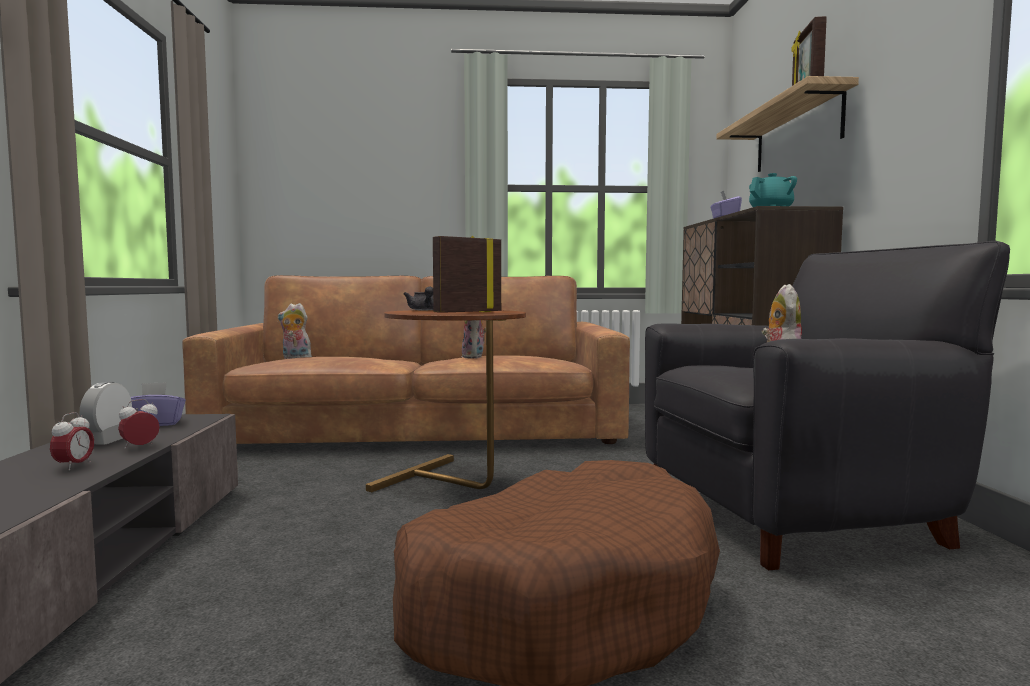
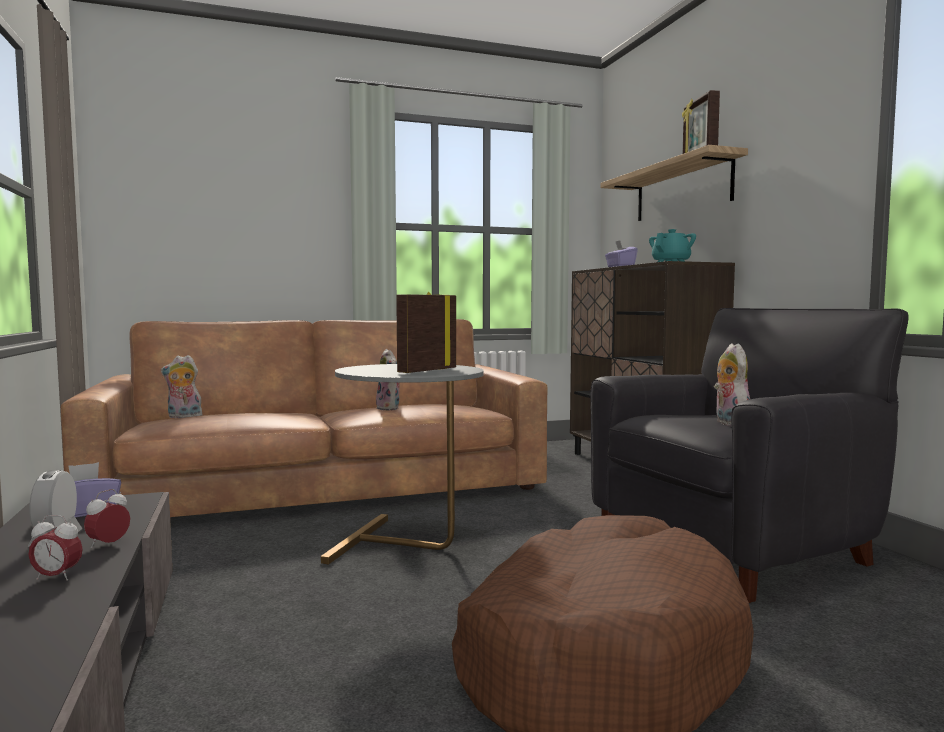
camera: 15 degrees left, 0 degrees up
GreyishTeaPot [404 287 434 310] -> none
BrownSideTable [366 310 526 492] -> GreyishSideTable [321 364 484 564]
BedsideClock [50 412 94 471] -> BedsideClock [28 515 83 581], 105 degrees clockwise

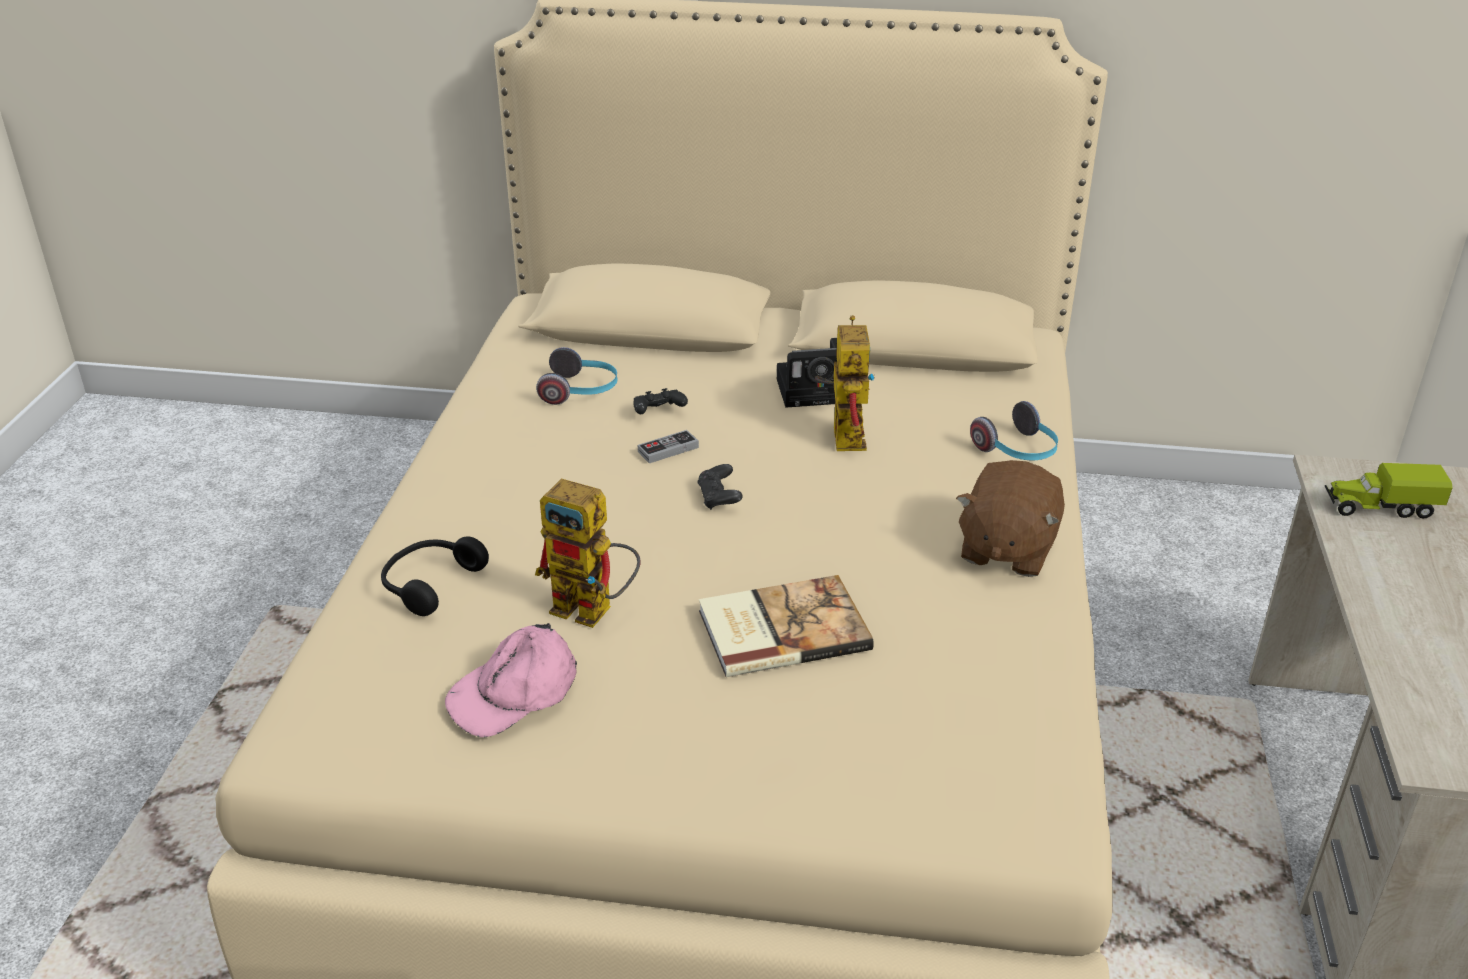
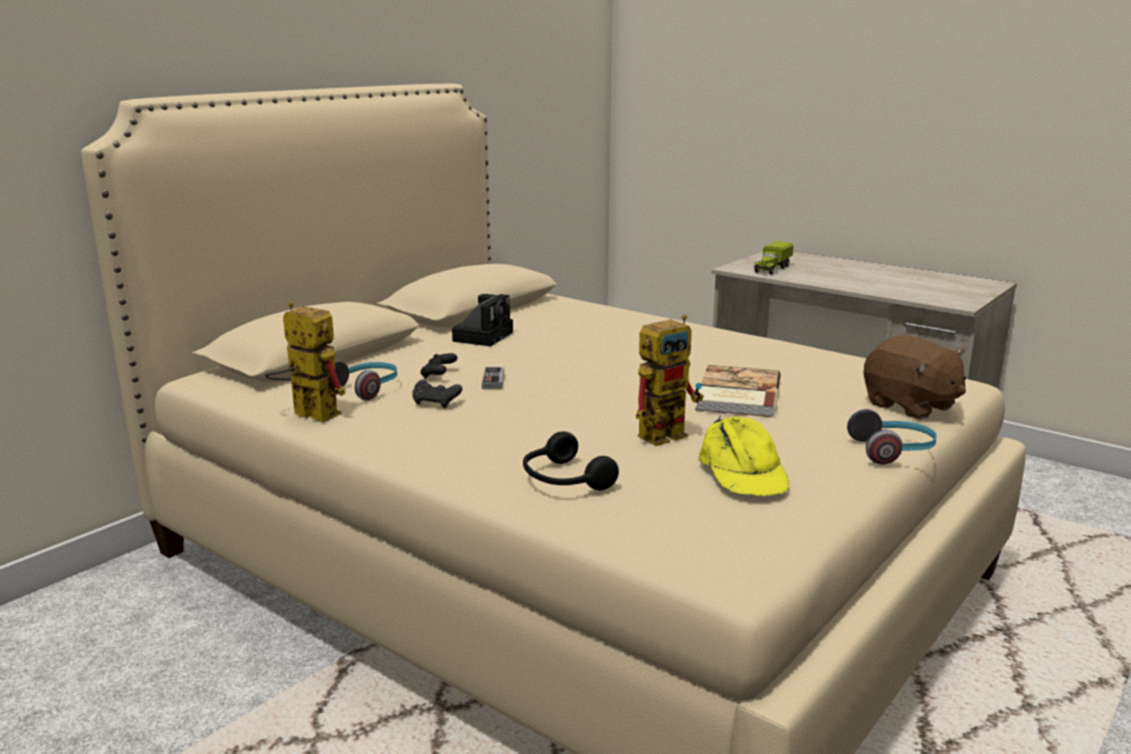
camera: 60 degrees left, 15 degrees down
BlackishGameController [697 464 743 510] -> BlackishGameController [412 380 462 408], moved
RobotFigure [815 315 874 451] -> RobotFigure [265 302 346 423], moved
BrownPlushToy [956 460 1065 577] -> BrownPlushToy [864 335 966 420], moved
Headset [970 401 1058 460] -> Headset [847 409 937 465], moved
PinkishBaseballCap [445 623 577 737] -> YellowColouredBaseballCap [699 416 789 496]

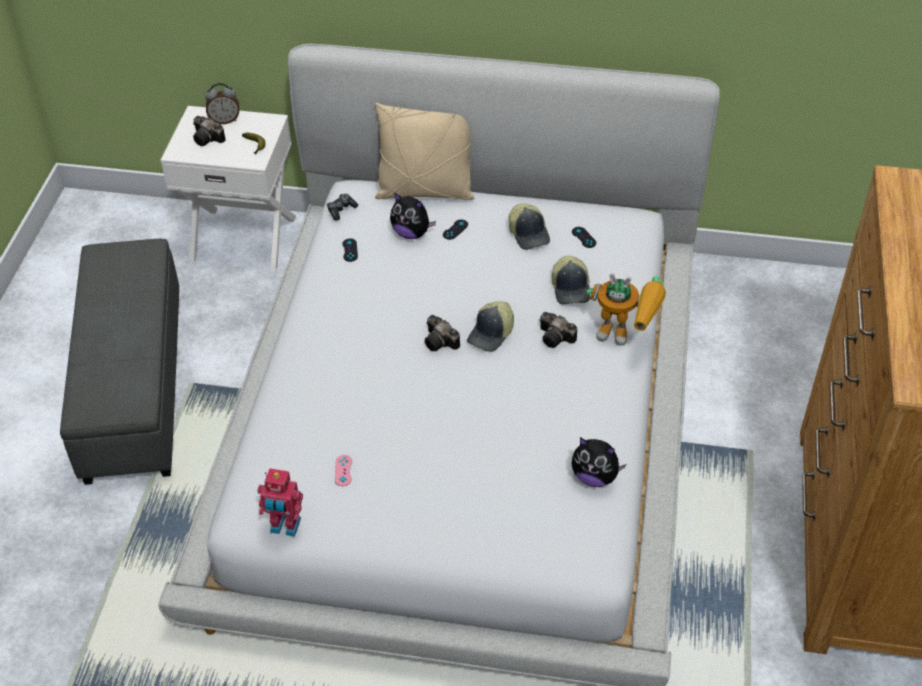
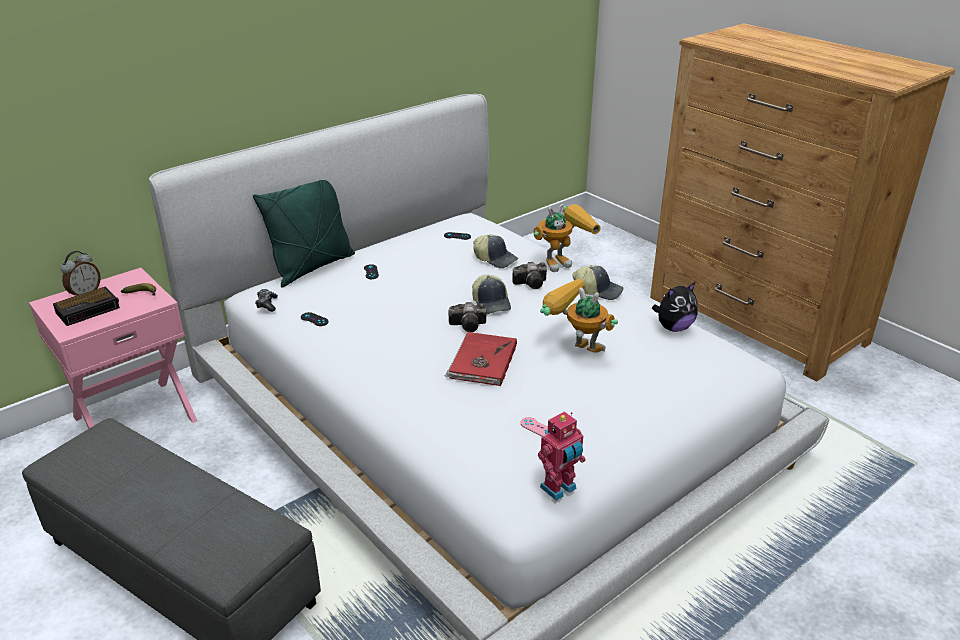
camera: 50 degrees left, 15 degrees down
PlushToy [390 193 436 239] -> none
none -> RedColouredVolume [445 332 517 386]
none -> RobotFigure [540 279 618 353]
BaseballCap [509 203 550 250] -> BaseballCap [573 265 624 300], moved
StillCamera [193 116 226 146] -> BedsideClock [53 287 120 326]
WhitishNightTable [160 106 296 272] -> PinkishNightTable [29 268 197 429]
BeigePillow [375 103 474 200] -> GreenishPillow [253 180 355 287]

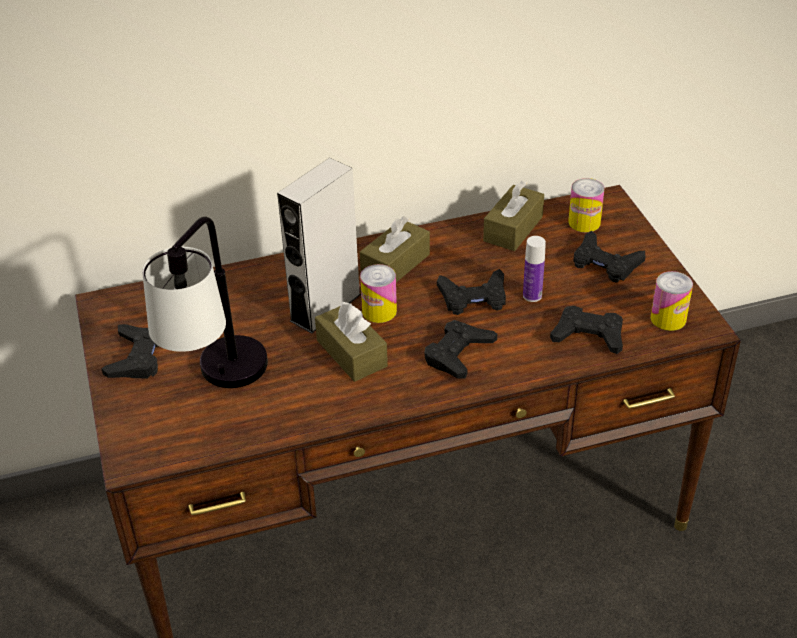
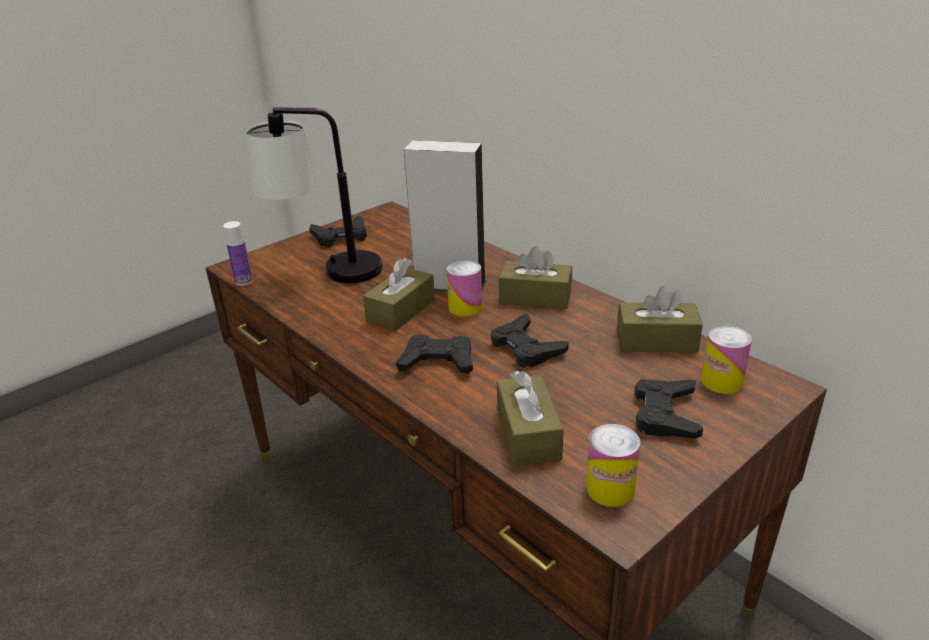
camera: 65 degrees right, 10 degrees down
Bottle [523 236 546 302] -> Bottle [223 221 253 286], moved
BlackishGameController [550 306 623 354] -> BrownBoxOfTissues [497 371 564 466]

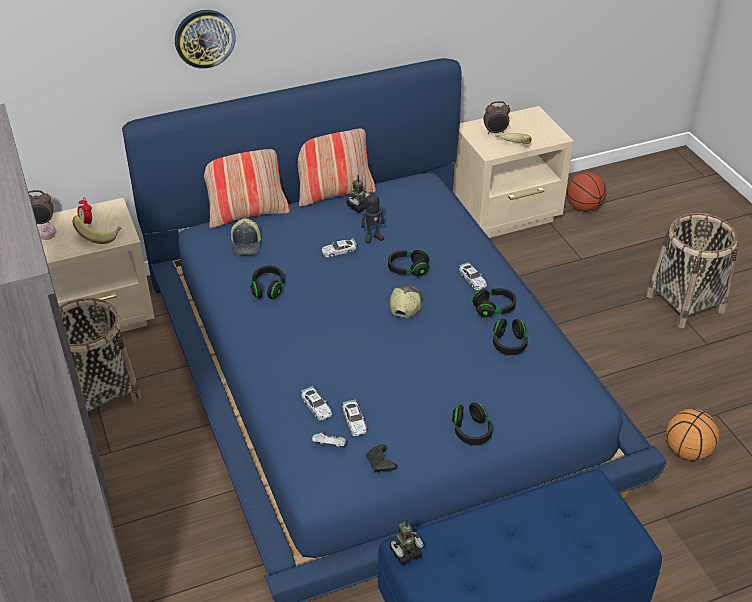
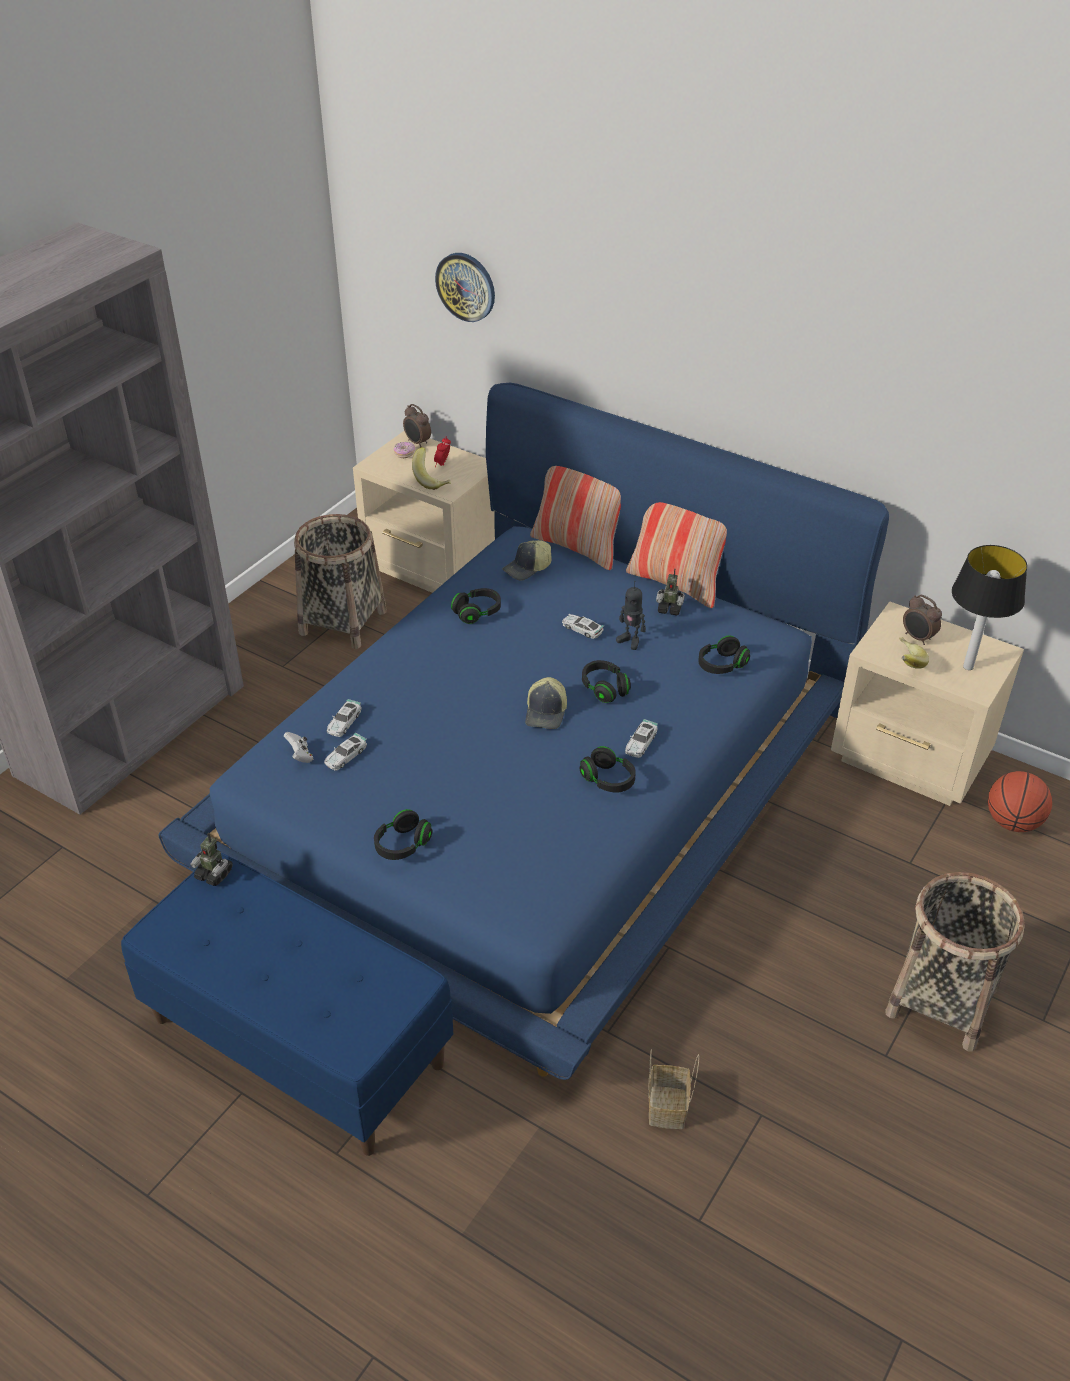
camera: 55 degrees right, 0 degrees up
BlackishGameController [366 445 397 472] -> none
none -> LampForATable [952 545 1027 670]
WallClock [175 10 236 69] -> WallClock [435 253 495 322], moved
BlackishHeadset [493 318 528 355] -> BlackishHeadset [698 636 750 674], moved
BasketballBall [666 409 720 460] -> Basket [648 1049 699 1129]
BaseballCap [390 286 424 318] -> BaseballCap [525 677 567 729], 120 degrees clockwise

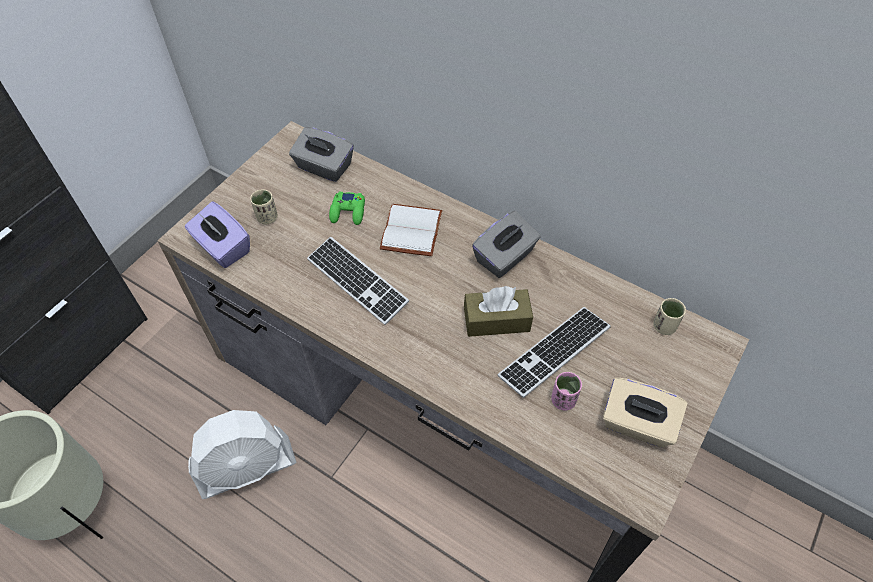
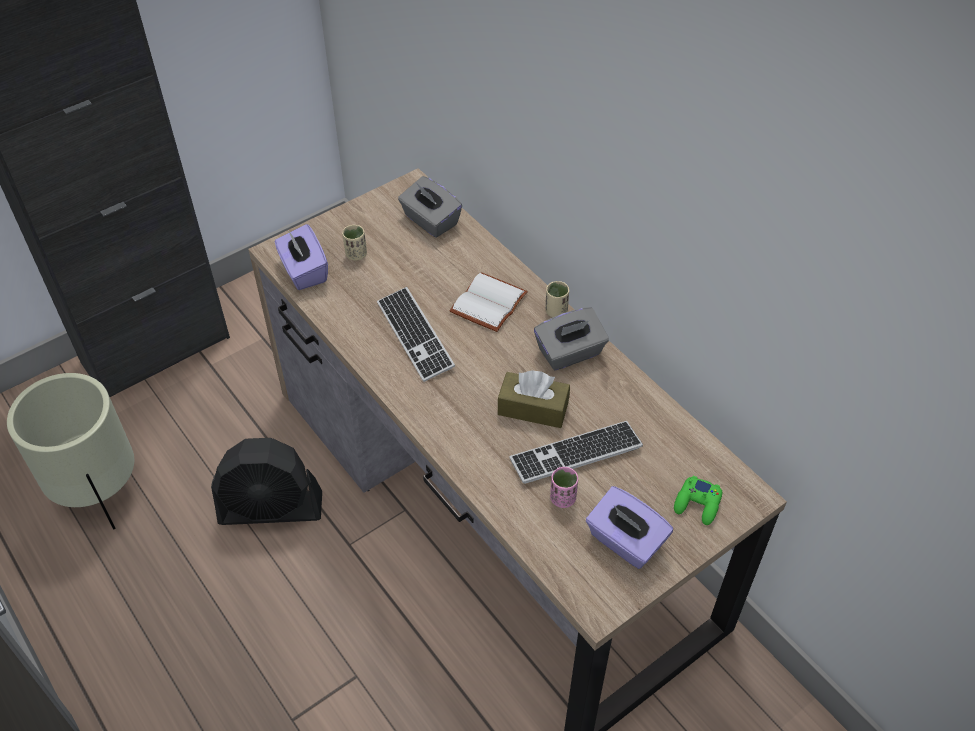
camera: 20 degrees right, 5 degrees down
GreenishGameController [329 192 365 225] -> GreenishGameController [674 476 722 525], moved
BeigeDrinkingCup [653 298 686 335] -> BeigeDrinkingCup [545 281 569 317], moved
WhitishElectricFan [188 410 297 499] -> BlackishElectricFan [211 438 322 525]
BeigeBoxOfTissues [603 377 687 447] -> PurpleColouredBoxOfTissues [586 486 673 569]

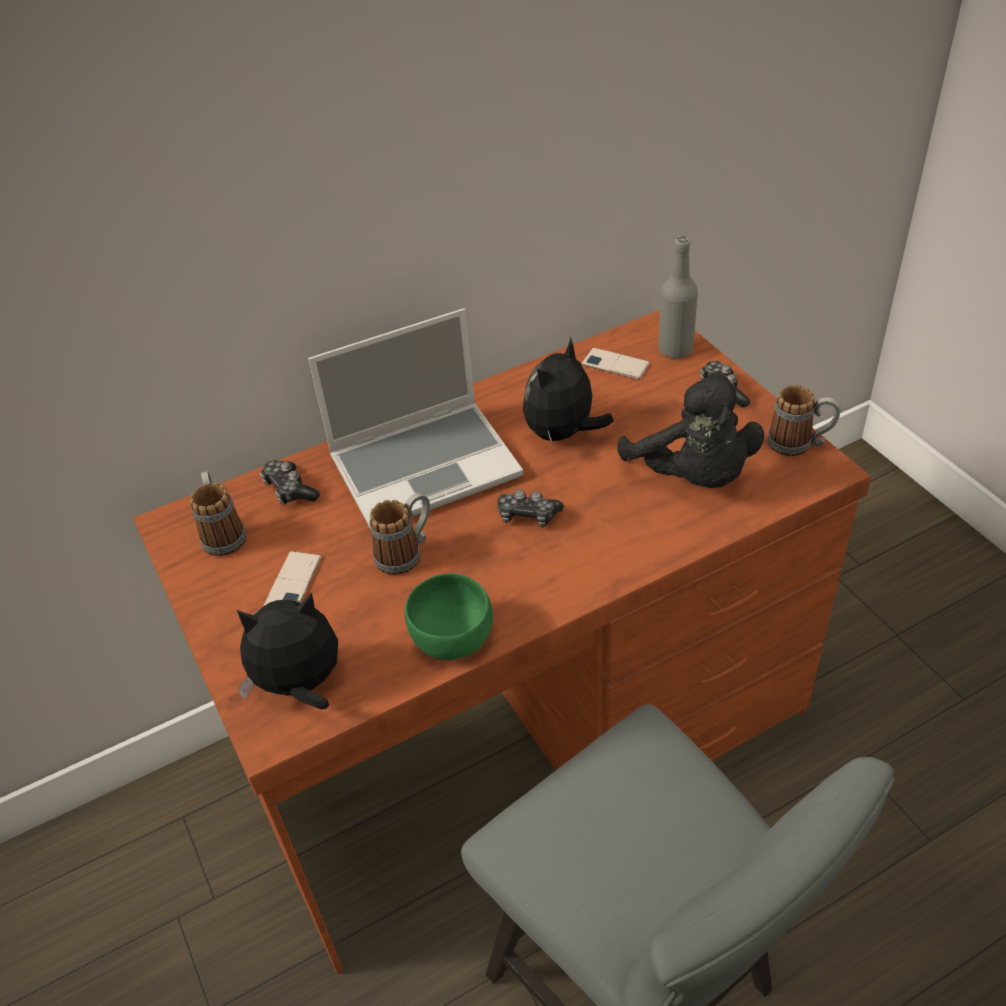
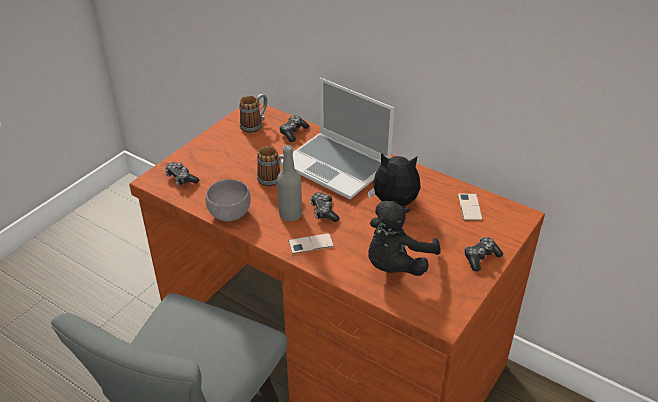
camera: 60 degrees right, 5 degrees down
CoffeeMug [767 385 840 456] -> none
Phone [264 551 322 606] -> Phone [288 233 334 254], moved
GreyishBottle [658 236 698 359] -> GreyishBottle [277 145 302 221], moved
PlushToy [237 592 338 709] -> GameController [165 162 199 185]
GreenishServingBowl [404 573 493 660] -> GreyishServingBowl [205 179 251 221]

